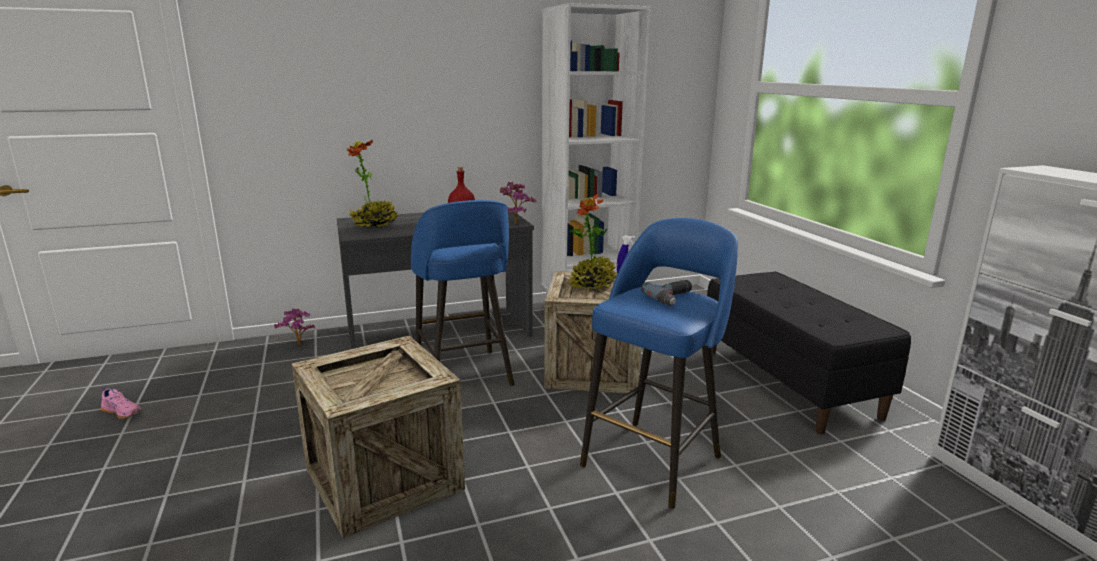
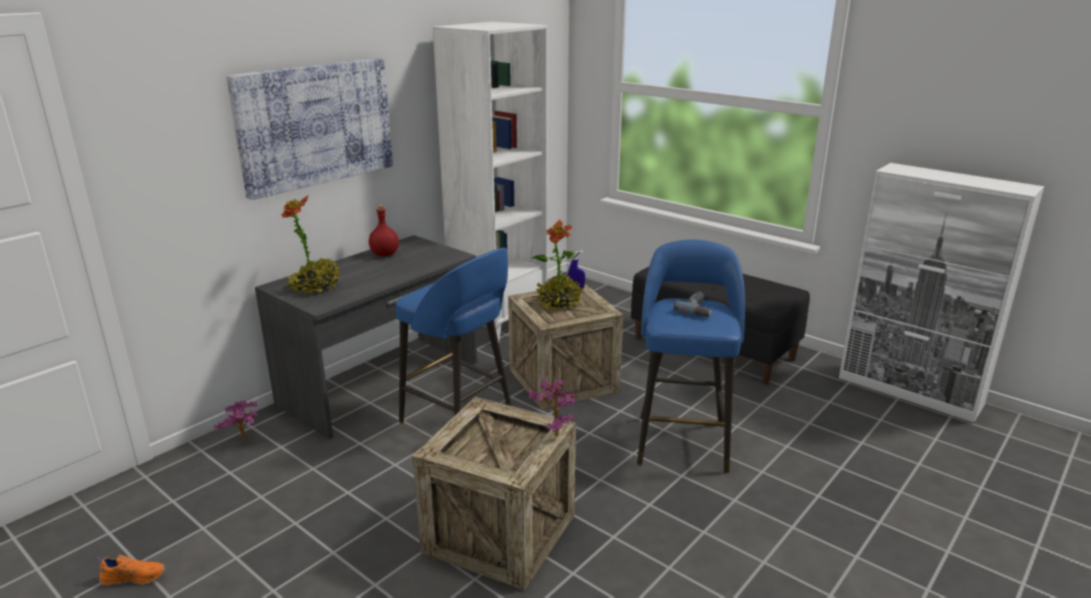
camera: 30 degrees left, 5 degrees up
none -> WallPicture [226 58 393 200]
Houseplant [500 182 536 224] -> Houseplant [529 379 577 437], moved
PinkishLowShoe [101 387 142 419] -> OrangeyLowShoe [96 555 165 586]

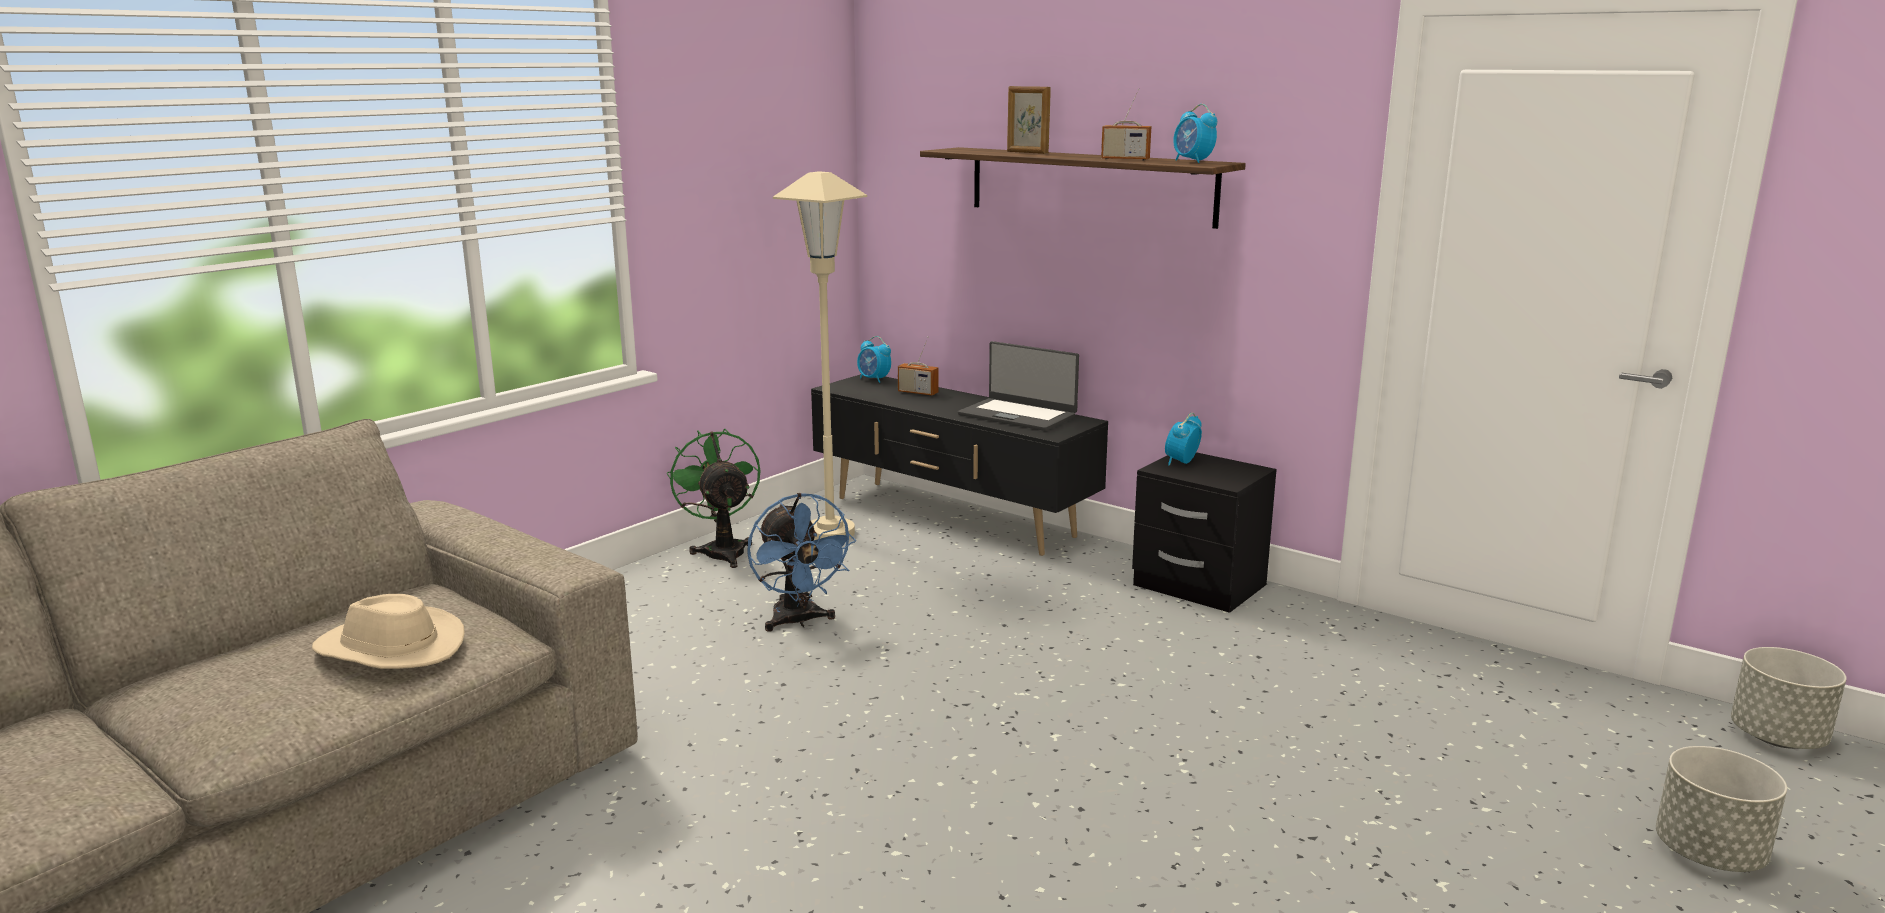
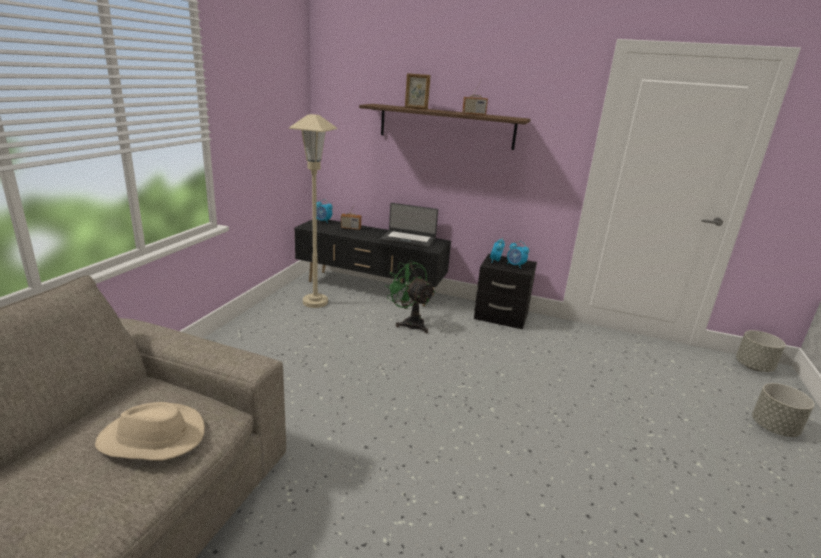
camera: 20 degrees left, 5 degrees up
BluishElectricFan [747 493 856 632] -> none
GreenishElectricFan [667 429 761 568] -> GreenishElectricFan [385 260 435 333], moved
BedsideClock [1173 104 1217 163] -> BedsideClock [507 241 529 269], moved

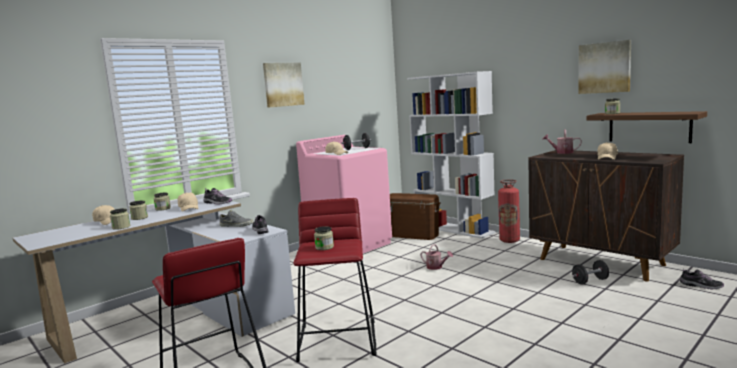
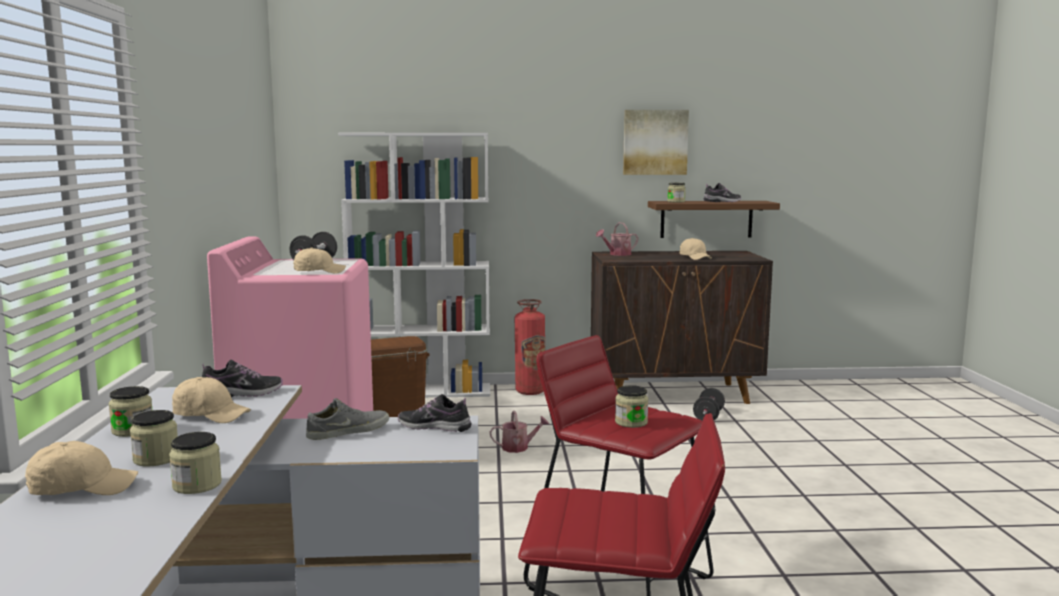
camera: 50 degrees left, 0 degrees up
WallPicture [263 62 305 108] -> none
LowShoe [680 268 724 290] -> LowShoe [704 183 741 202], moved

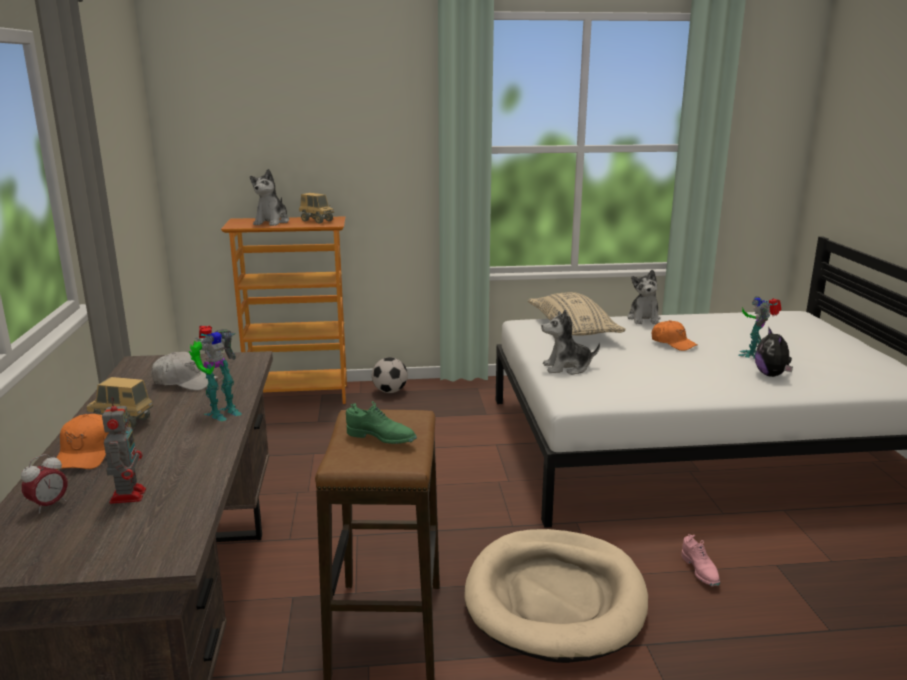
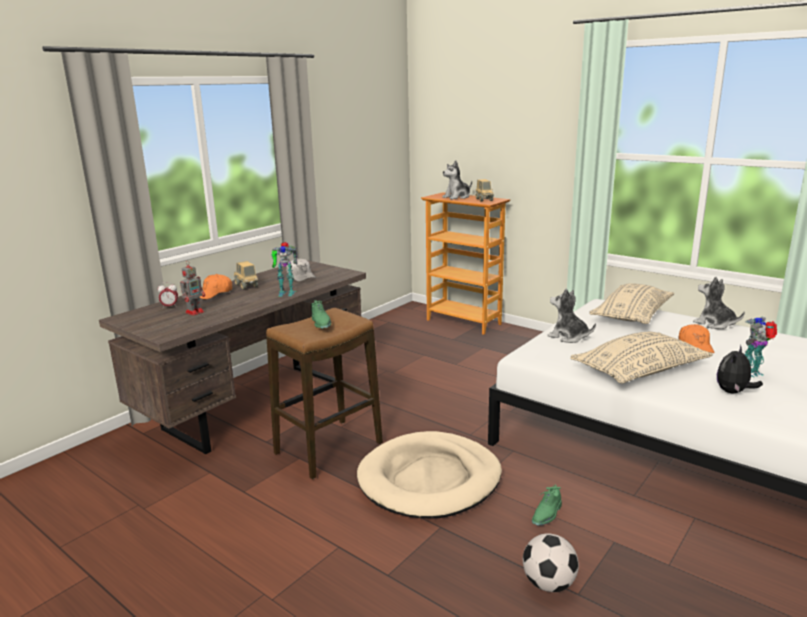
camera: 45 degrees right, 0 degrees up
none -> BeigePillow [570 332 713 384]
BallForFootball [372 357 408 393] -> BallForFootball [523 533 579 592], moved
PinkishLowShoe [681 534 720 587] -> GreenishLowShoe [532 485 562 526]
PlushToy [627 270 661 324] -> PlushToy [693 276 745 329], 90 degrees clockwise

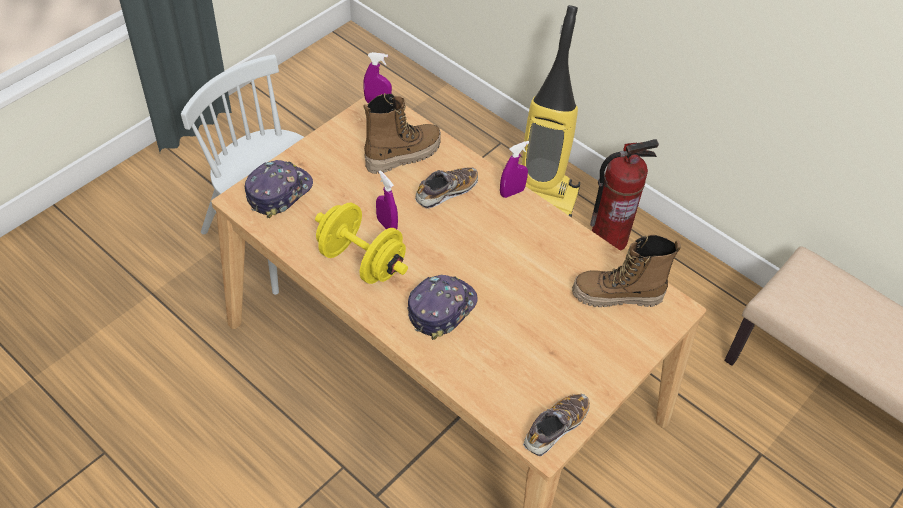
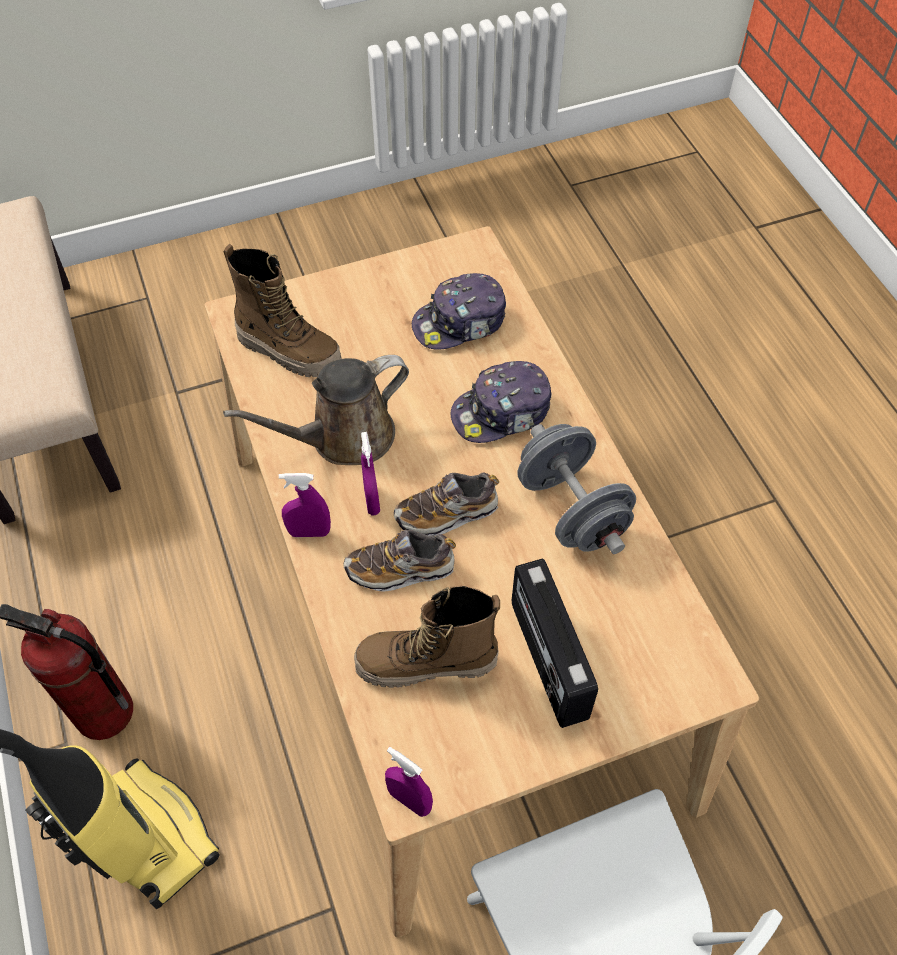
camera: 150 degrees left, 5 degrees up
none -> BrownWateringPot [223 355 409 465]
none -> RadioSet [512 559 598 728]
BaseballCap [245 160 313 218] -> BaseballCap [412 273 506 350], moved
PurpleColouredSprayBottle [376 170 398 229] -> PurpleColouredSprayBottle [361 432 380 515], moved
LowShoe [523 394 590 456] -> LowShoe [394 472 499 536], moved
YellowColouredFreeWeight [315 203 408 284] -> GreyishFreeWeight [517 424 636 554]

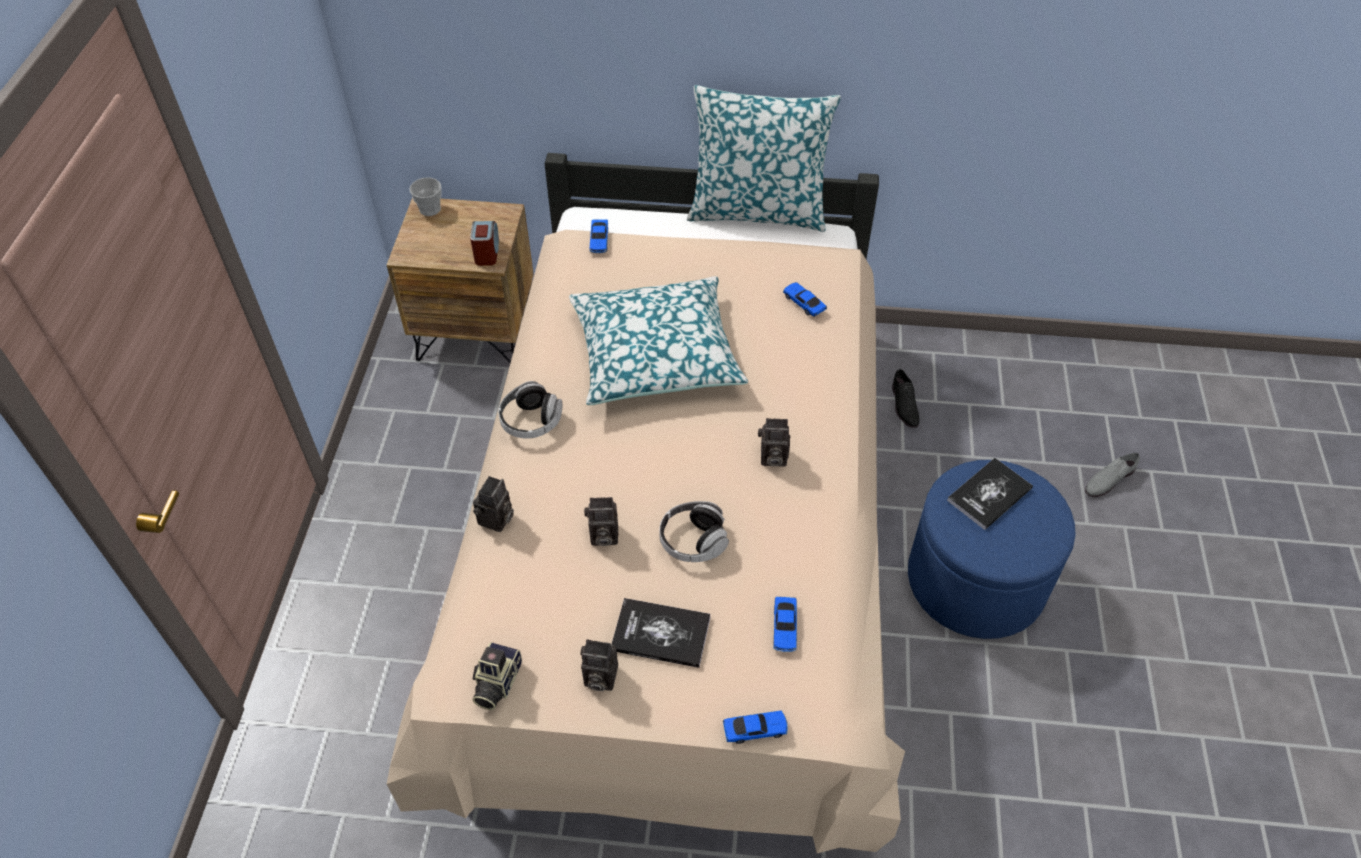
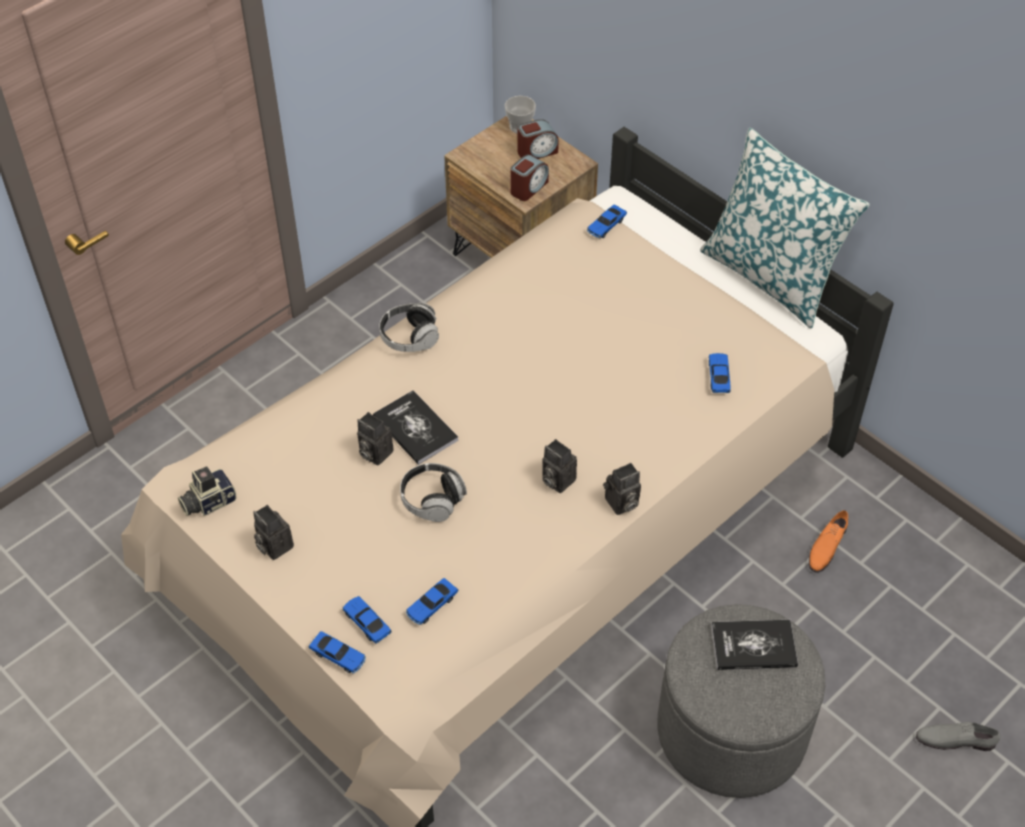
camera: 40 degrees right, 0 degrees up
Pillow [569 276 748 405] -> none
none -> ModelCar [342 596 392 644]
none -> BedsideClock [517 119 559 159]
StillCamera [473 476 514 532] -> StillCamera [603 463 641 515], moved
Volume [611 598 710 668] -> Volume [373 390 459 465], moved
BlackishLowShoe [892 369 919 428] -> OrangeyLowShoe [809 510 848 573]
BluishOttoman [908 460 1076 639] -> GreyishOttoman [657 604 826 798]

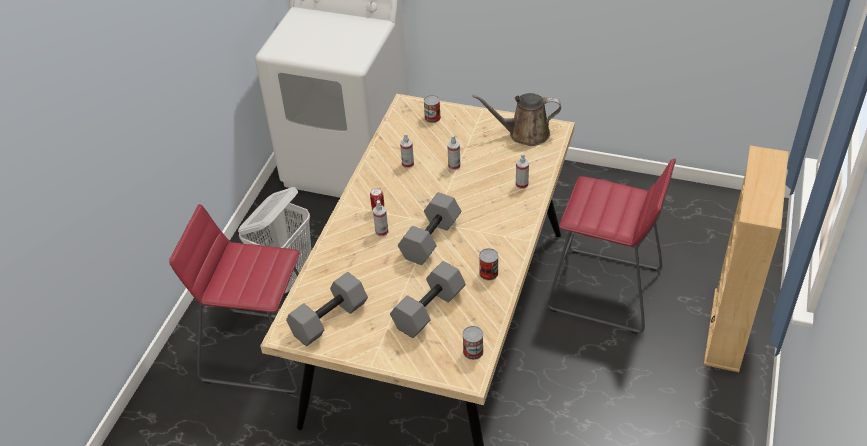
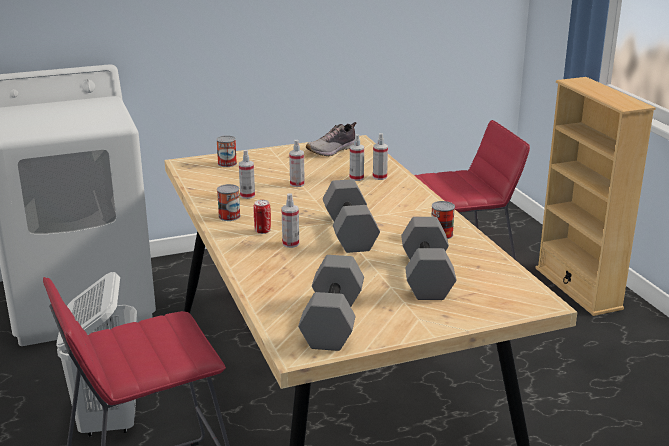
camera: 40 degrees left, 20 degrees down
none -> SprayBottle [350 134 364 181]
SealedCan [462 326 483 360] -> SealedCan [217 184 241 221], moved
BrownWateringPot [472 93 561 146] -> LowShoe [306 122 357 156]

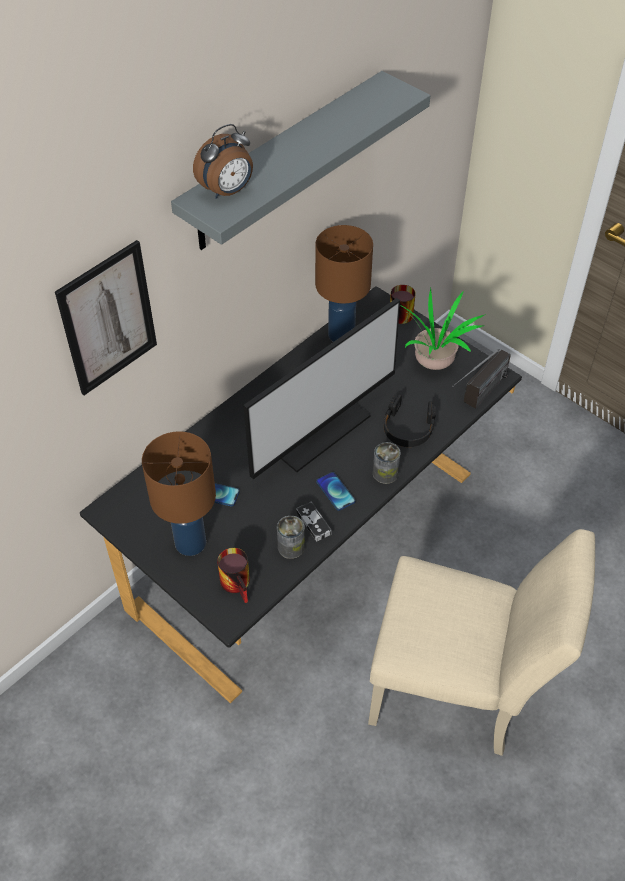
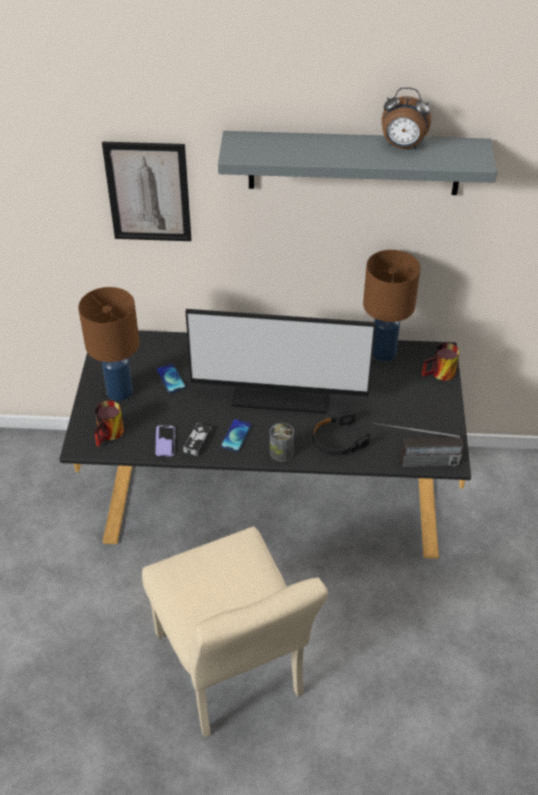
camera: 50 degrees right, 5 degrees down
Houseplant [400 288 486 370] -> none
BedsideClock [193 124 253 199] -> BedsideClock [382 87 431 149], moved
SealedCan [277 516 305 559] -> Phone [155 426 175 457]

